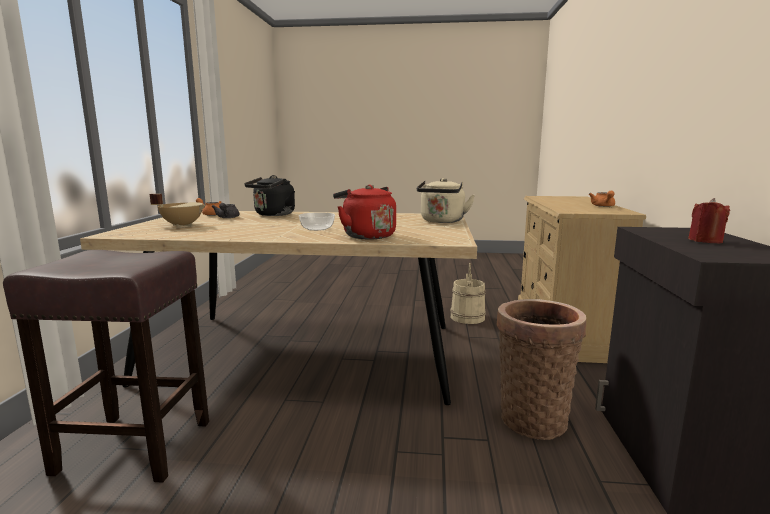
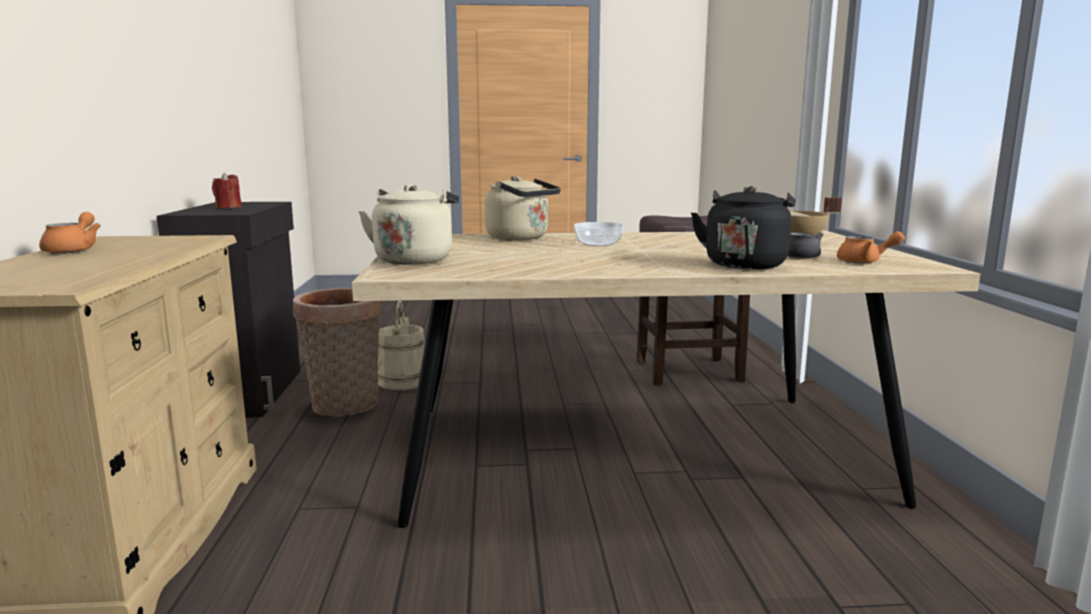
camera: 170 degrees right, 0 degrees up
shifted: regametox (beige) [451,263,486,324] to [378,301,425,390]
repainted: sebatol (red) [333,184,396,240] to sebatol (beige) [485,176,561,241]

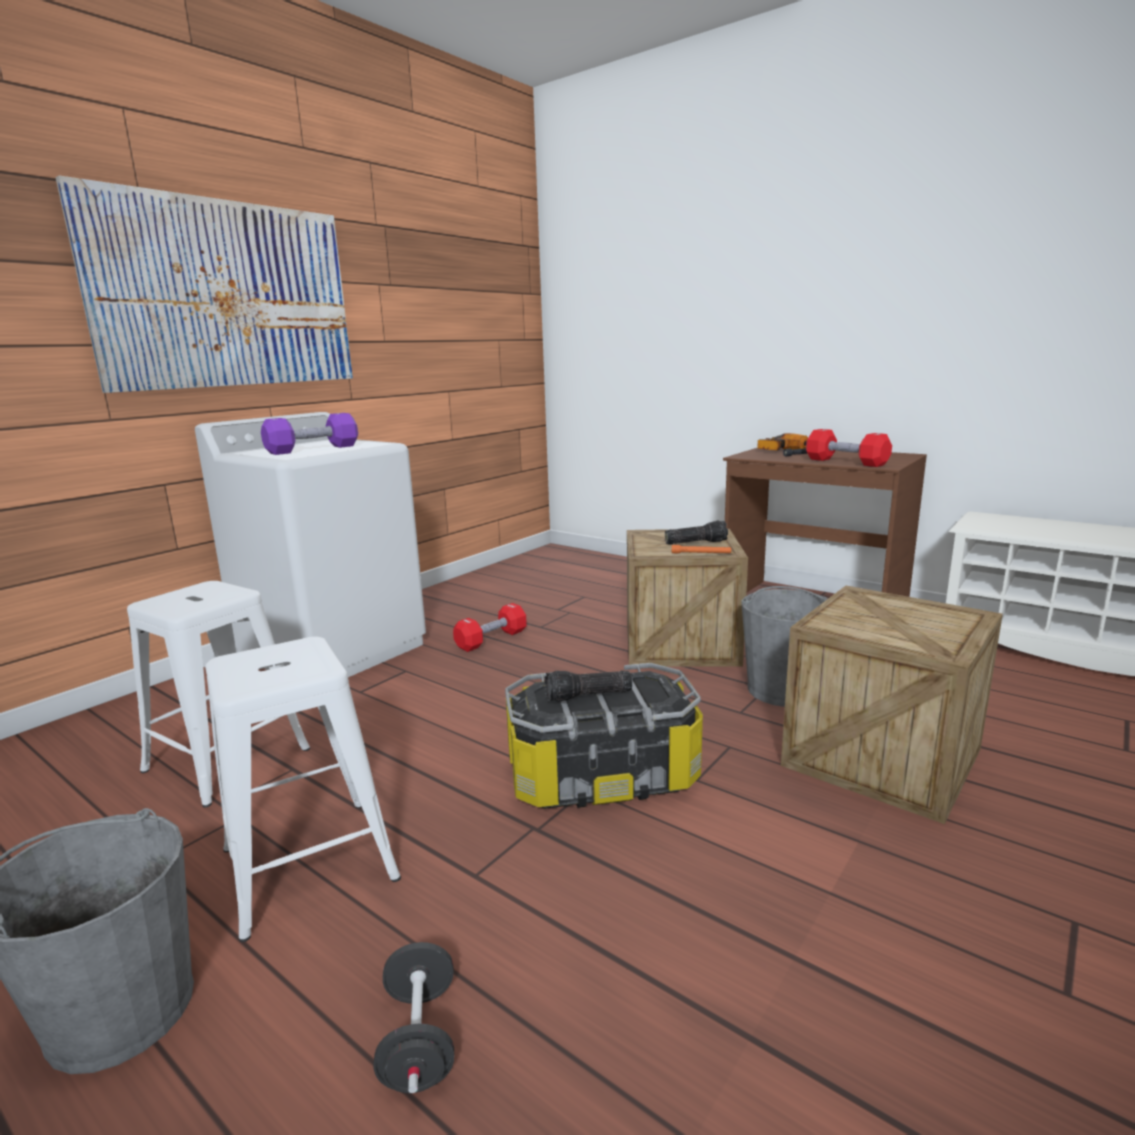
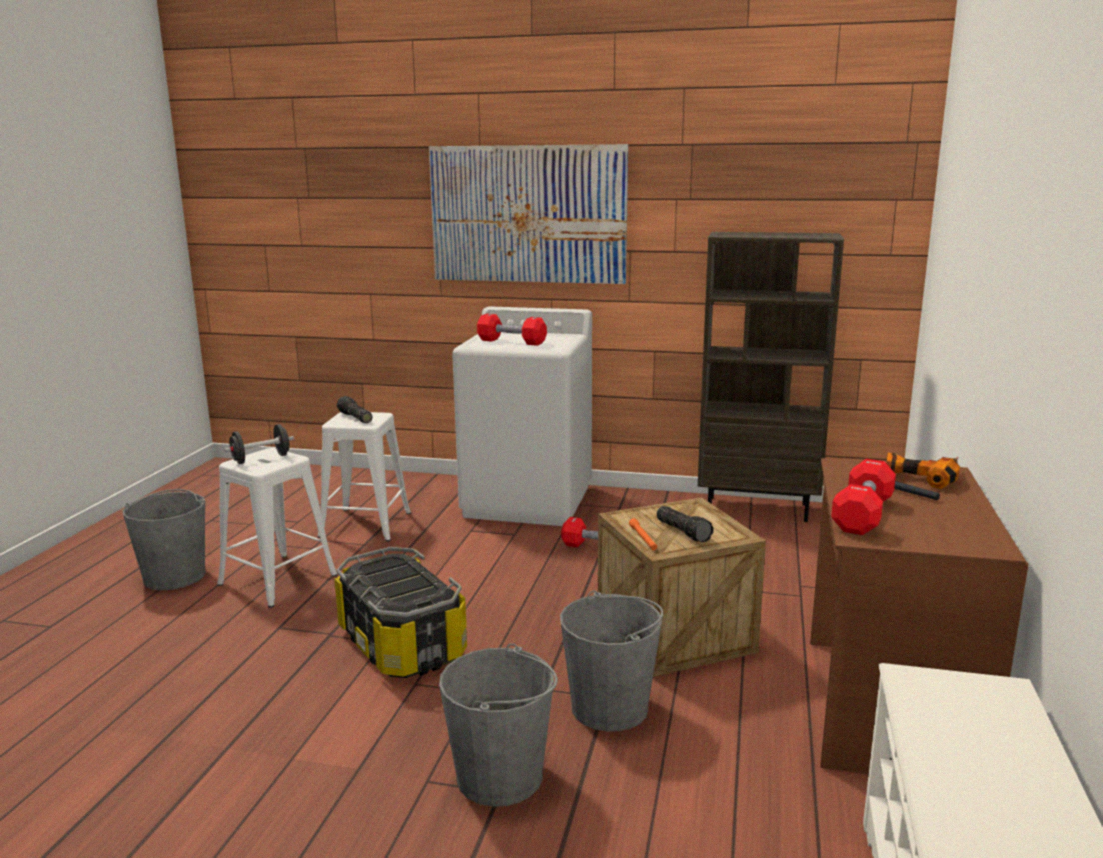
camera: 65 degrees right, 0 degrees up
new: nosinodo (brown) [698,232,844,522]
shifted: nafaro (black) [374,942,454,1093] to [224,424,294,464]; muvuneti [544,670,633,702] to [337,396,372,423]
swapped: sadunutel [781,586,1003,824] to regametox (grey) [439,643,558,807]
repainted: nafaro (purple) [261,413,358,455] to nafaro (red) [477,314,547,346]

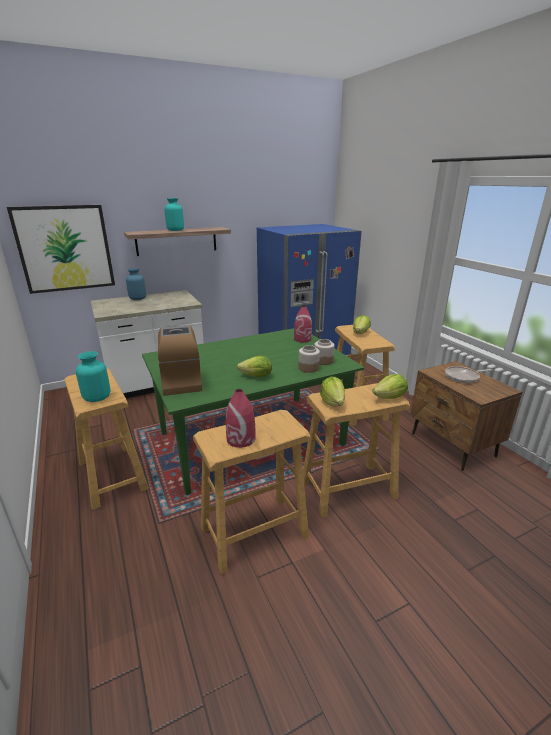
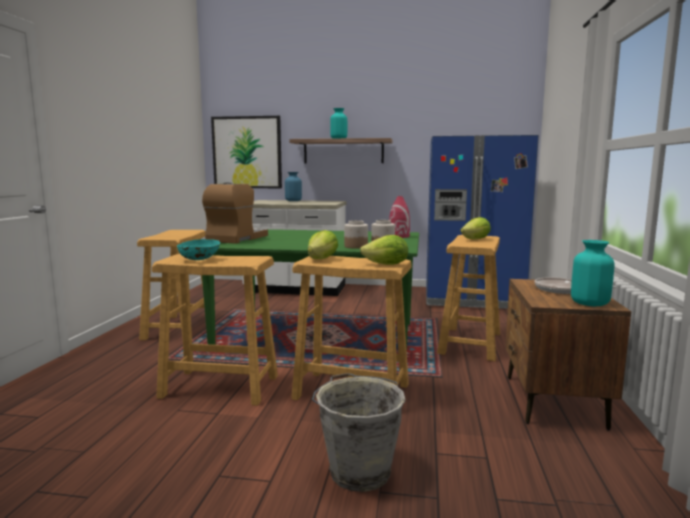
camera: 35 degrees right, 15 degrees down
gone: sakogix [237,356,272,377]
new: regametox (grey) [312,373,406,492]
shifted: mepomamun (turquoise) [76,351,111,402] to [571,240,615,306]
swapped: mepomamun (red) [226,389,256,448] to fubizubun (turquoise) [177,239,220,260]

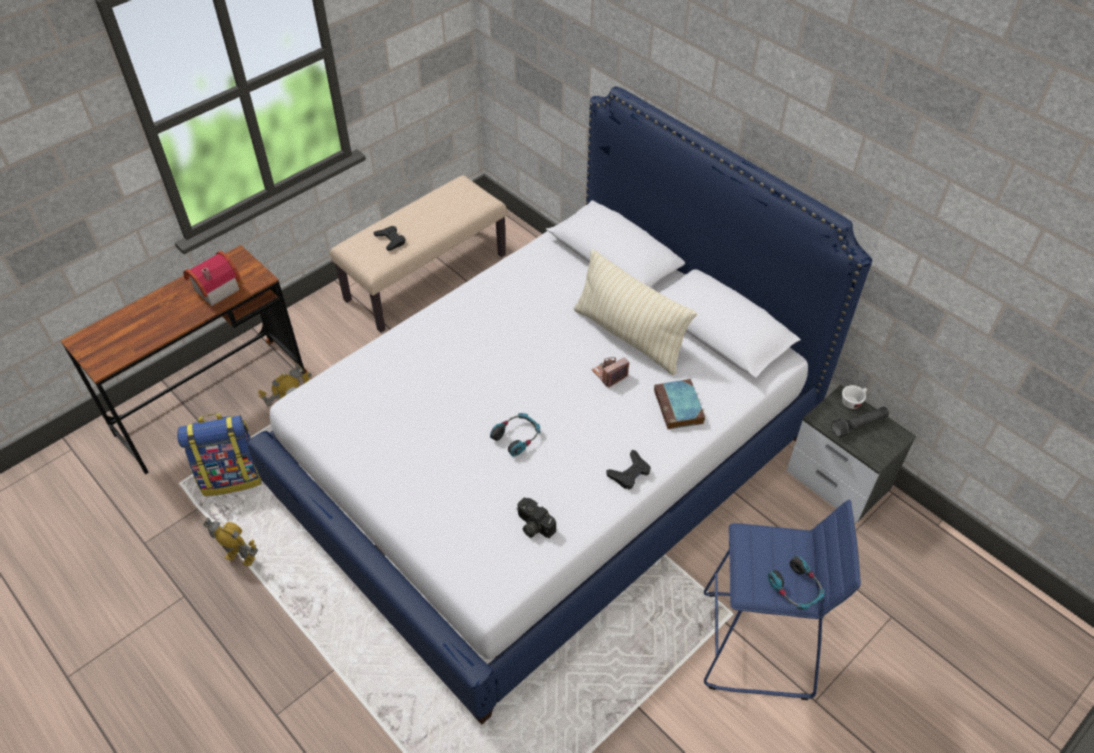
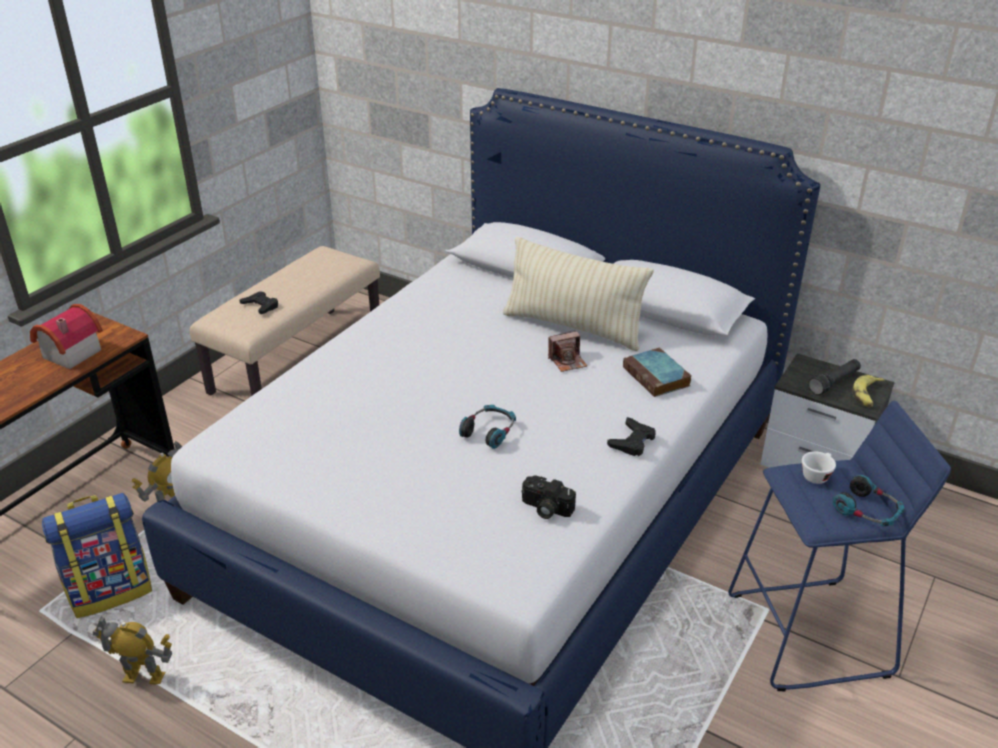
camera: 15 degrees left, 15 degrees down
new: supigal [852,375,884,407]
shifted: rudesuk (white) [842,385,867,409] to [802,451,836,484]
rotated: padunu [591,357,629,388] = [548,330,587,372] 150 degrees counterclockwise

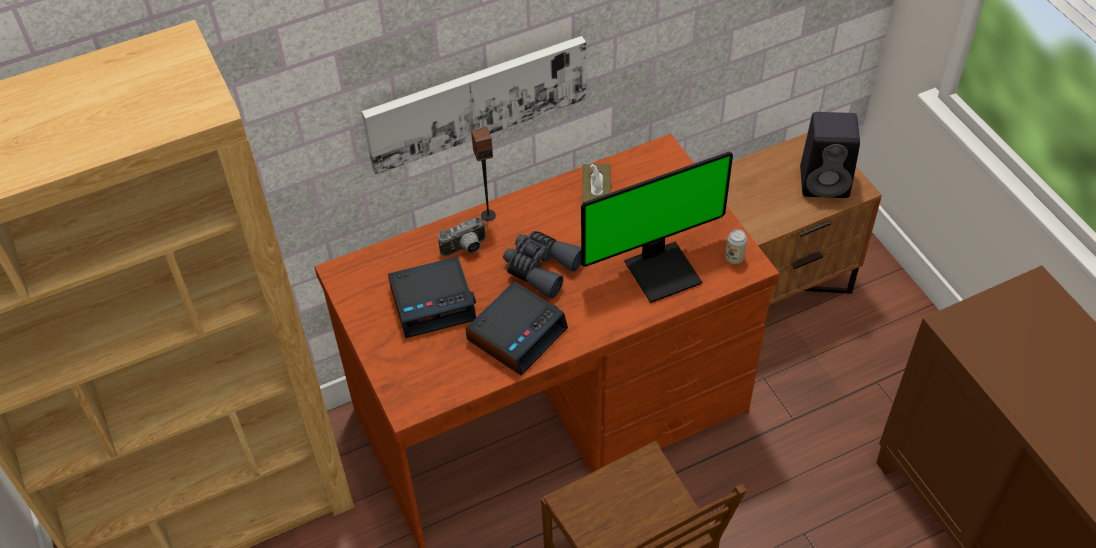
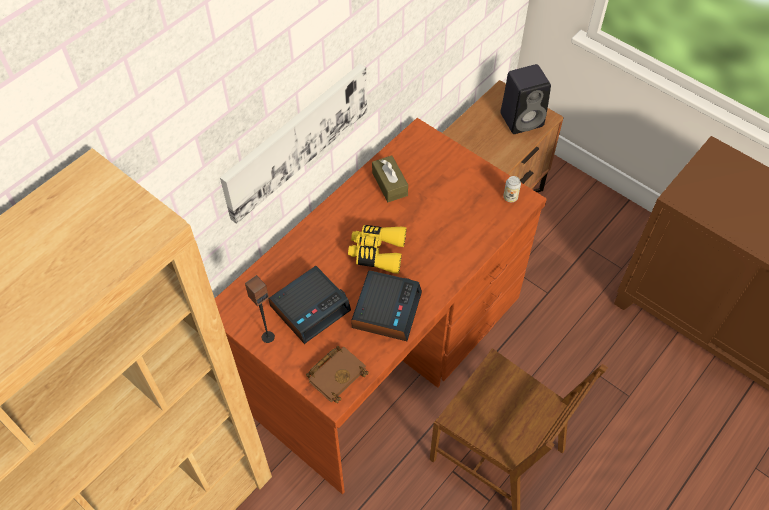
camera: 25 degrees left, 5 degrees up
gone: padunu [438,218,486,257]; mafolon [581,152,733,303]
new: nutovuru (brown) [306,346,369,403]
shifted: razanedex [471,127,496,221] to [245,275,275,343]
repainted: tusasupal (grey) [503,231,581,299] to tusasupal (yellow) [348,225,406,274]

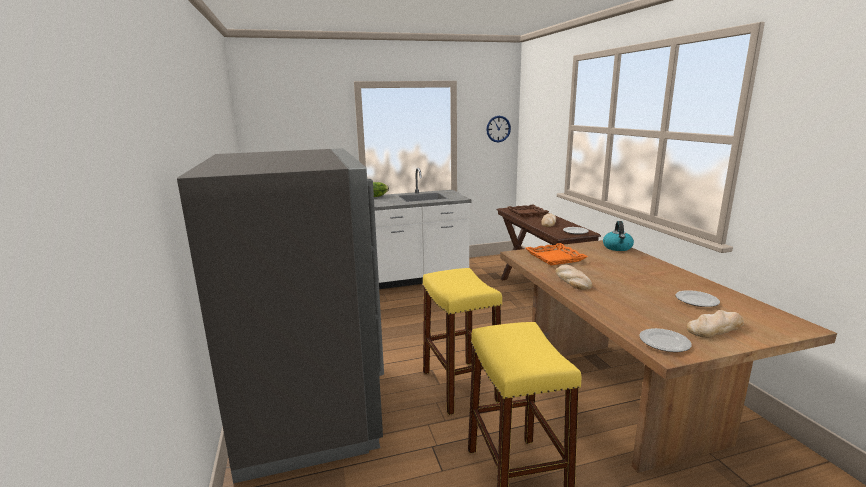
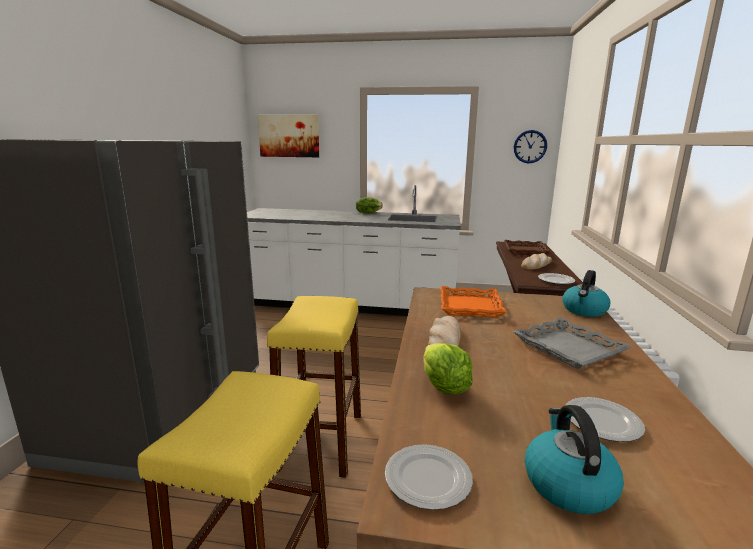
camera: 25 degrees right, 0 degrees up
new: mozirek [258,115,319,157]; sakogix [423,343,473,394]; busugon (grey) [513,317,632,369]
swapped: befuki [687,310,744,338] to sebatol [525,405,624,514]

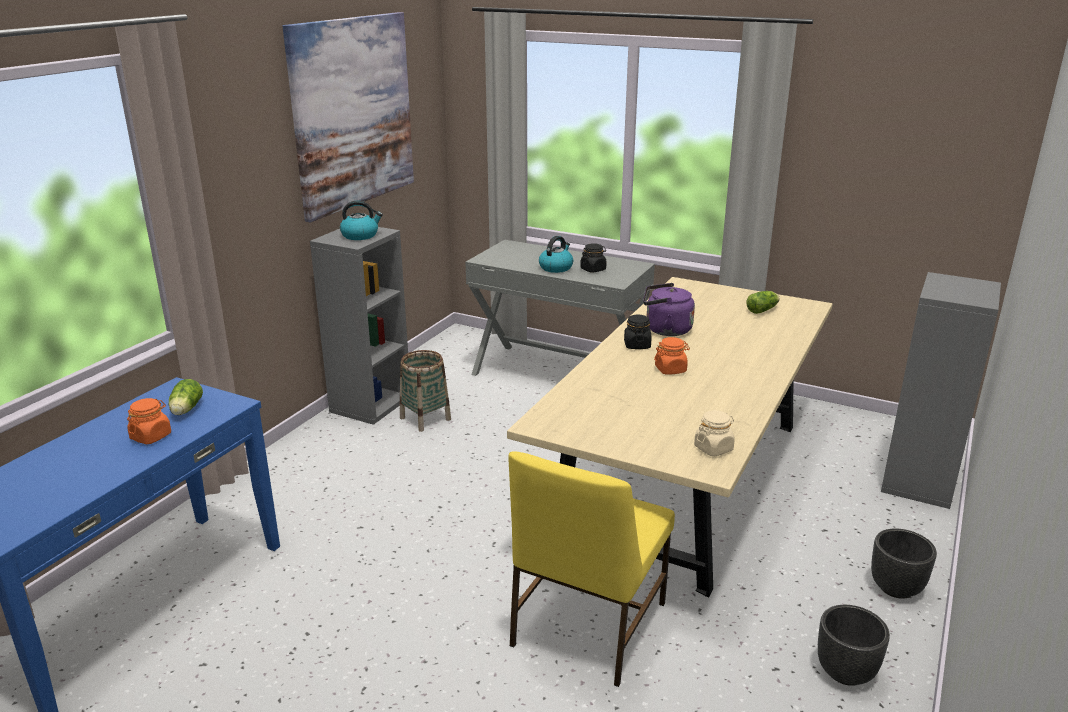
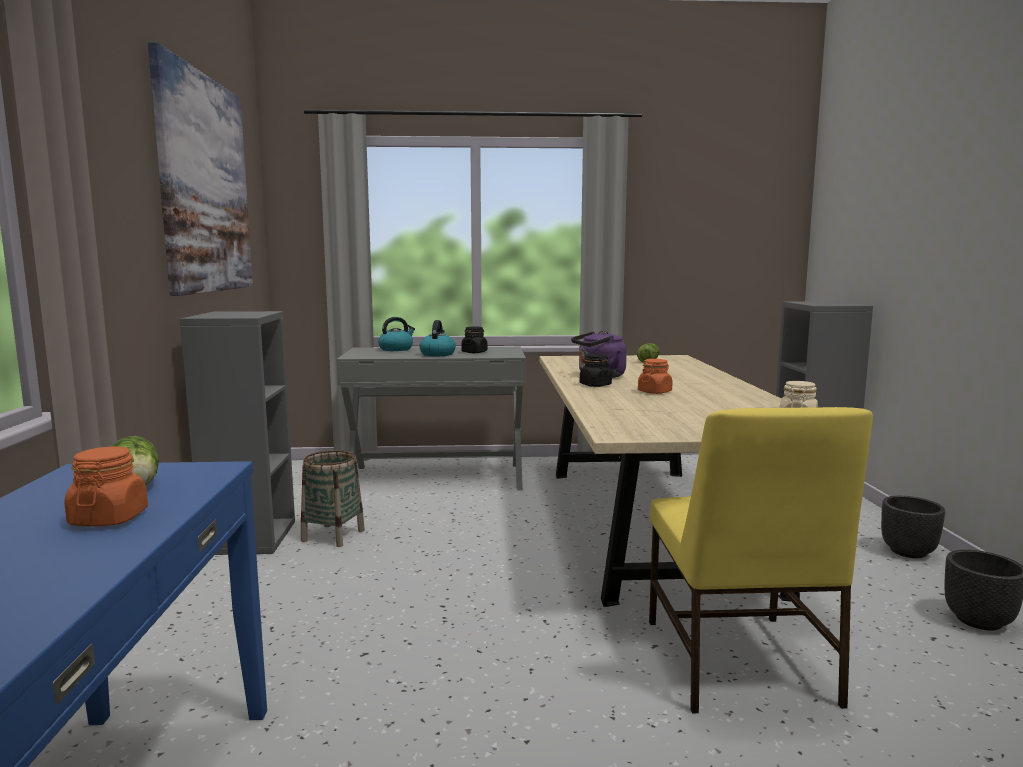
camera: 30 degrees left, 15 degrees down
shifted: sebatol [340,201,383,240] to [378,317,415,351]

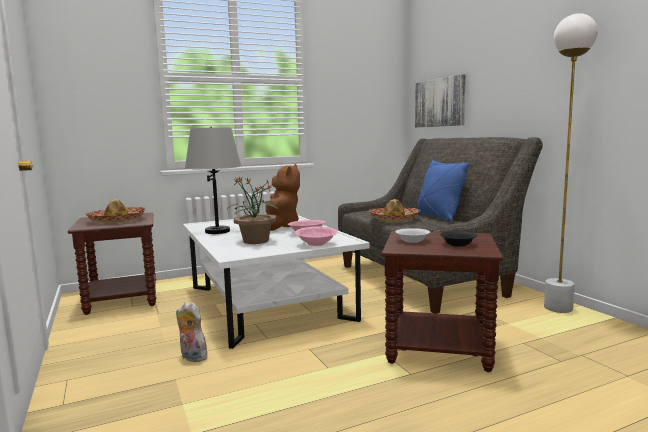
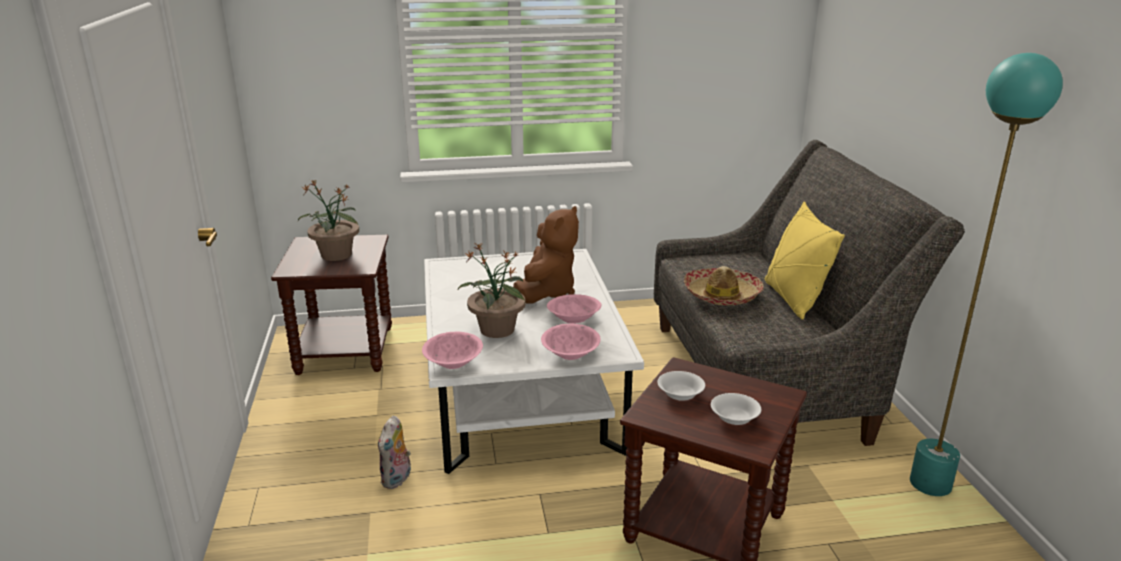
camera: 15 degrees right, 15 degrees up
gone: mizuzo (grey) [185,127,241,234]; mozirek [415,74,466,127]
new: fubizubun (pink) [422,332,483,369]
swapped: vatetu [85,199,146,223] to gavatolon [298,179,359,261]
repainted: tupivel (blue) [416,159,470,222] to tupivel (yellow) [765,202,845,320]; fubizubun (black) [440,231,477,247] to fubizubun (white) [711,393,761,425]; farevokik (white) [544,13,598,313] to farevokik (turquoise) [910,53,1063,496]
rotated: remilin [176,301,207,362] = [378,416,411,489] 120 degrees counterclockwise

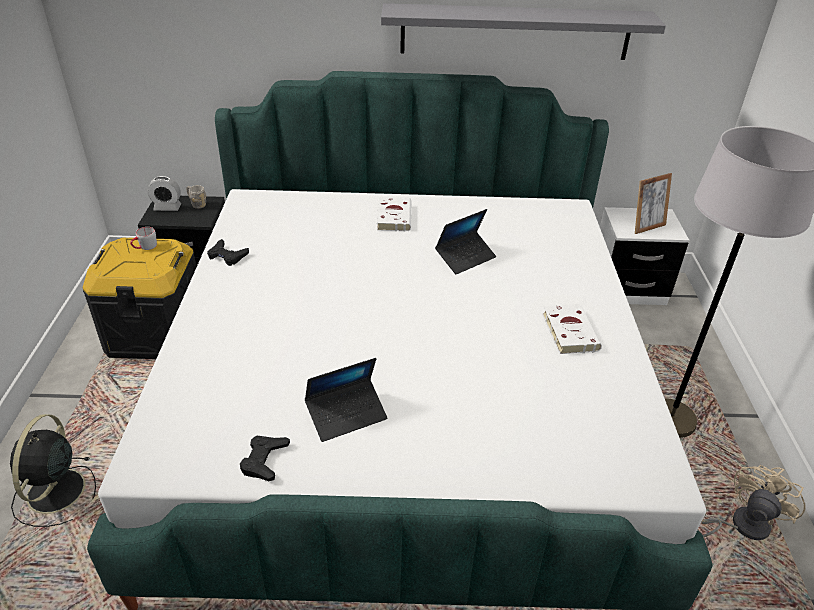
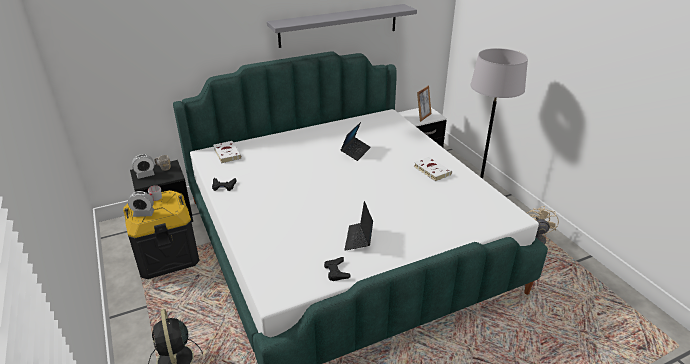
camera: 25 degrees left, 5 degrees down
new: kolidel [128,191,154,217]
shifted: nutovuru (white) [377,197,412,232] to [213,141,242,163]
rotated: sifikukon [305,358,387,442] = [344,201,373,251] 150 degrees clockwise

